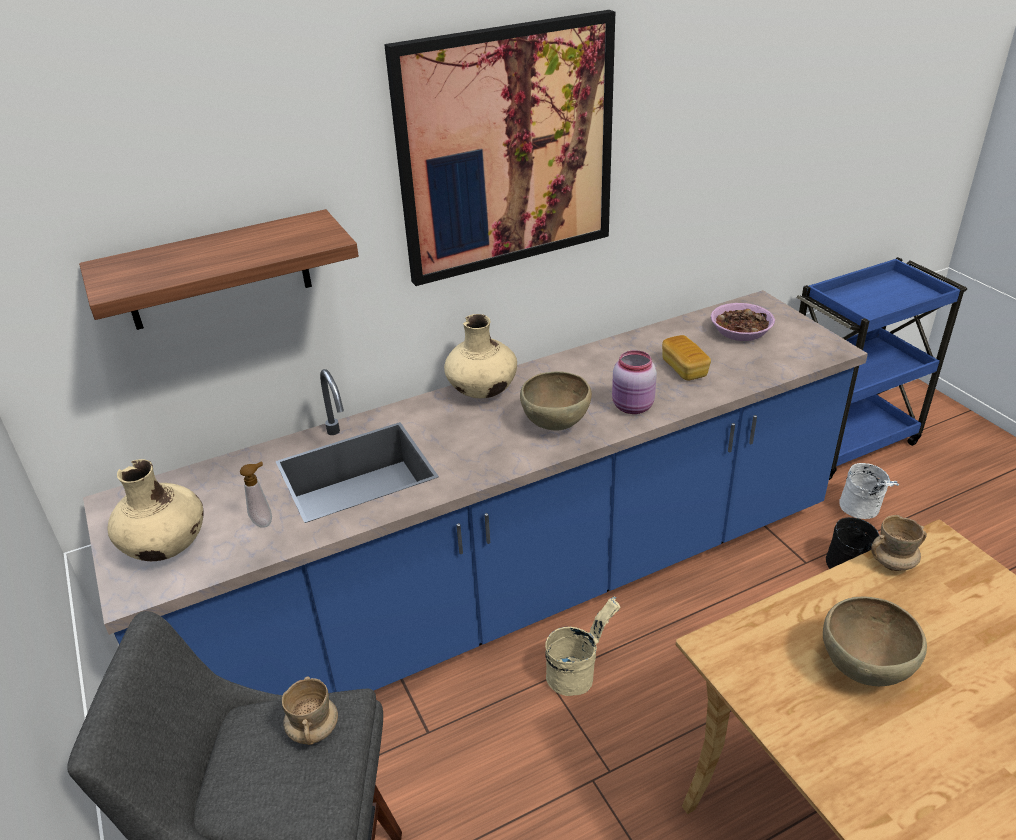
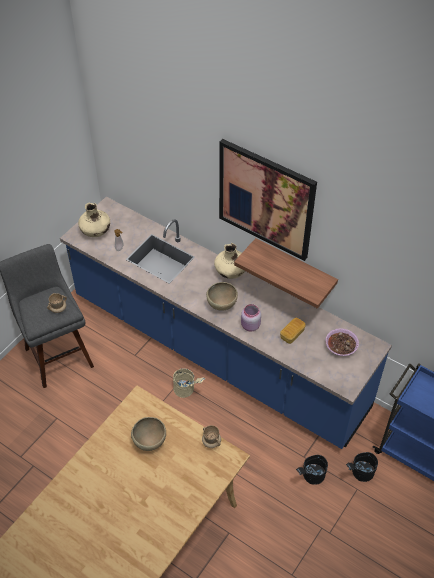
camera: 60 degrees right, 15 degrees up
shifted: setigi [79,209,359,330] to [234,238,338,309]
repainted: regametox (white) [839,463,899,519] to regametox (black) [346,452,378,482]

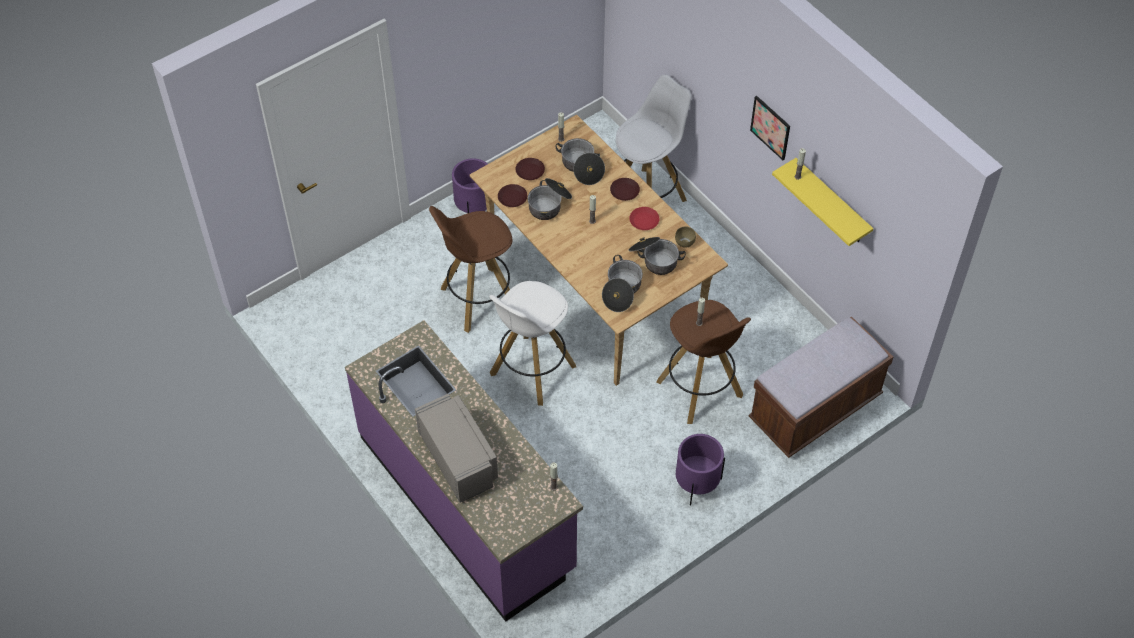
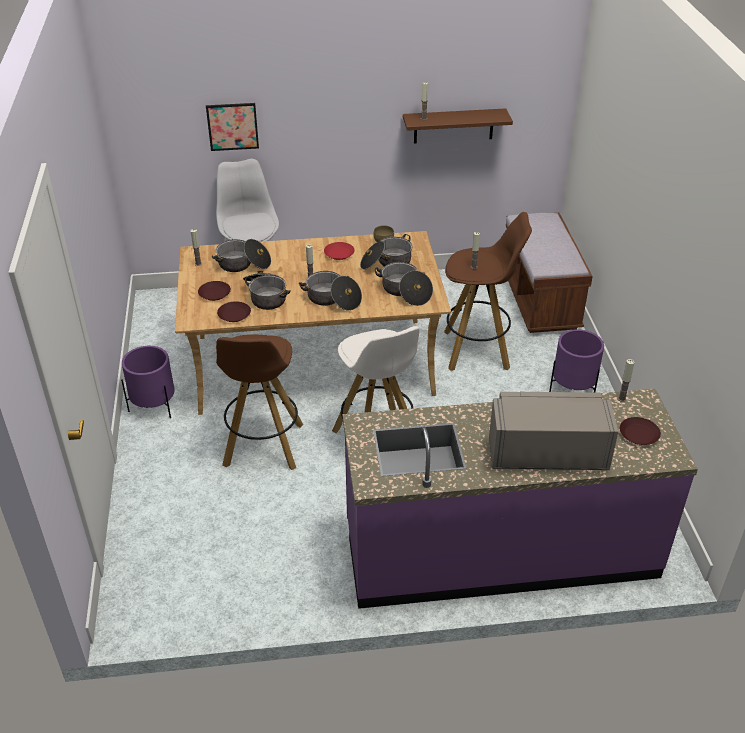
camera: 60 degrees left, 15 degrees down
new: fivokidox [299,271,362,311]
shifted: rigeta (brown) [610,178,640,201] to [620,417,661,445]; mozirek [750,96,790,160] to [206,103,259,151]
repainted: setigi (yellow) [772,158,873,246] to setigi (brown) [403,108,513,144]

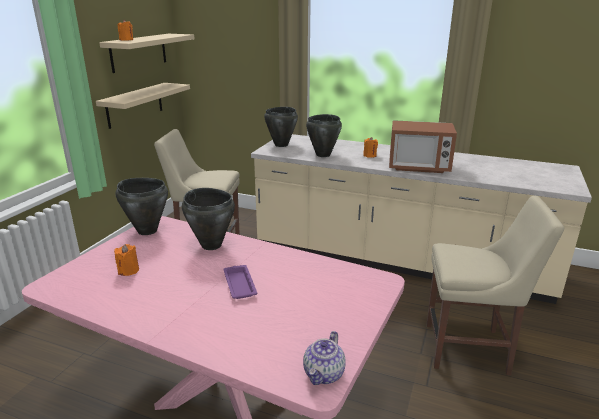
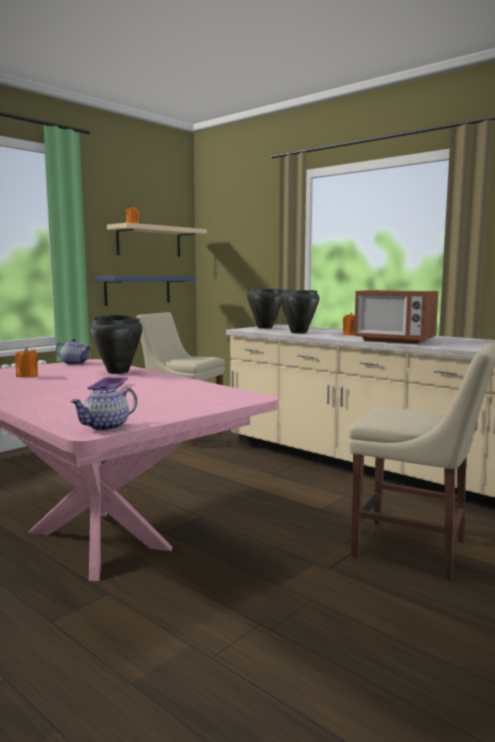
camera: 20 degrees right, 15 degrees down
swapped: fivokidox (black) [116,178,168,235] to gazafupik [56,338,92,365]
repainted: setigi (beige) [96,83,190,129] to setigi (blue) [94,276,196,306]

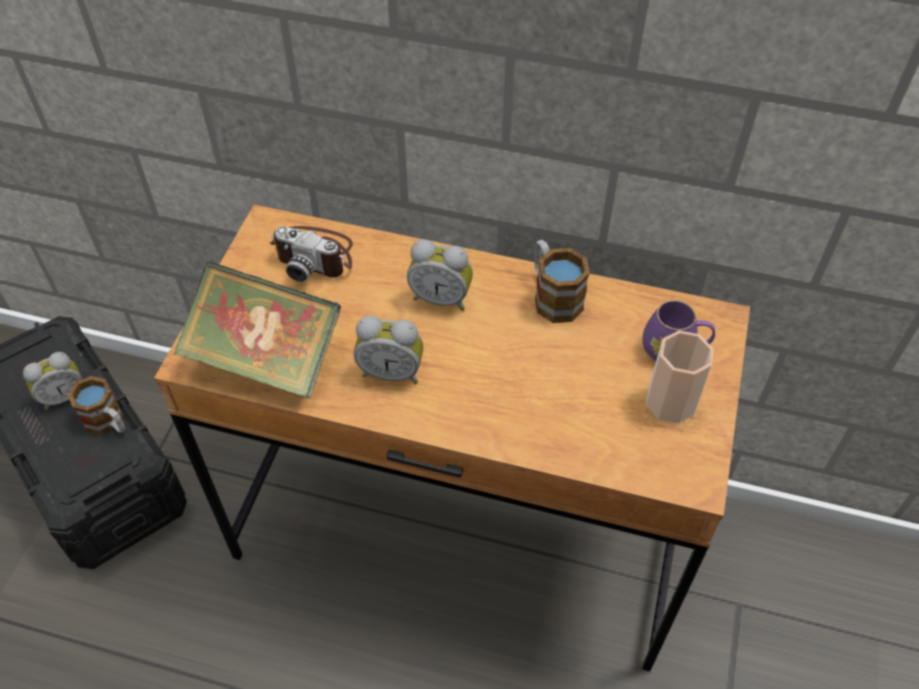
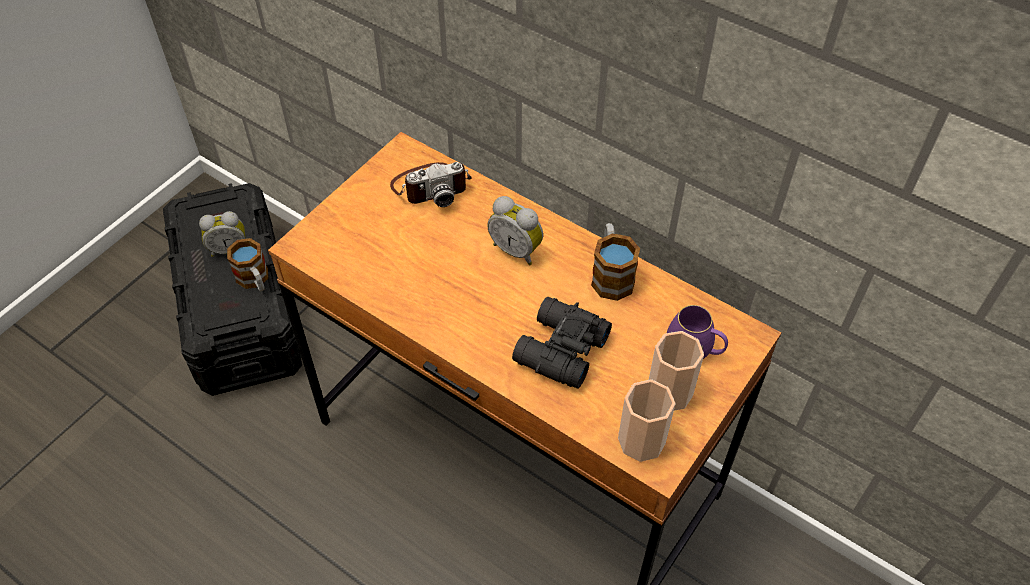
camera: 20 degrees right, 0 degrees up
gone: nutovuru [174,261,341,398]; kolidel [354,315,423,384]
new: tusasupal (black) [512,297,612,389]; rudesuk [618,379,675,462]
rotated: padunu [270,226,353,282] = [390,162,472,207] 60 degrees counterclockwise

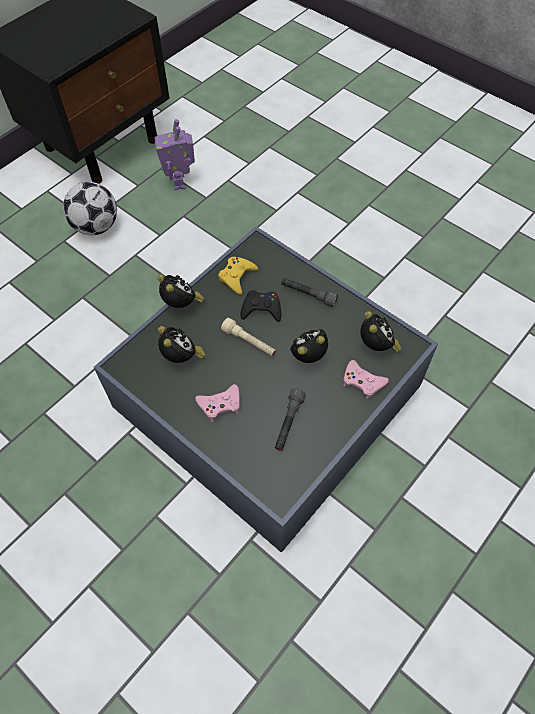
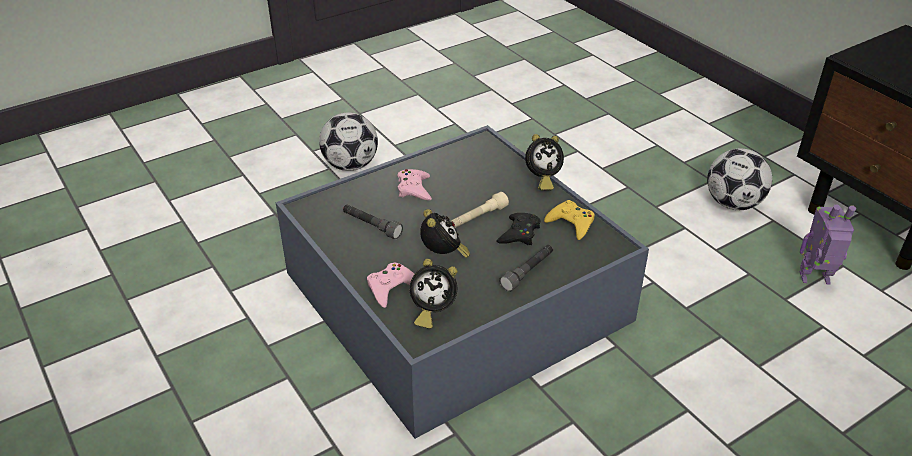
camera: 105 degrees right, 20 degrees down
gone: kolidel [158,326,206,363]
new: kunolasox [319,112,378,171]

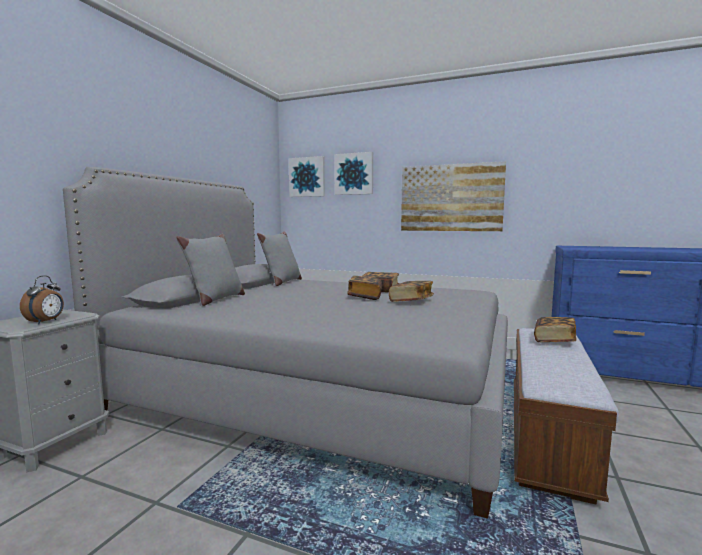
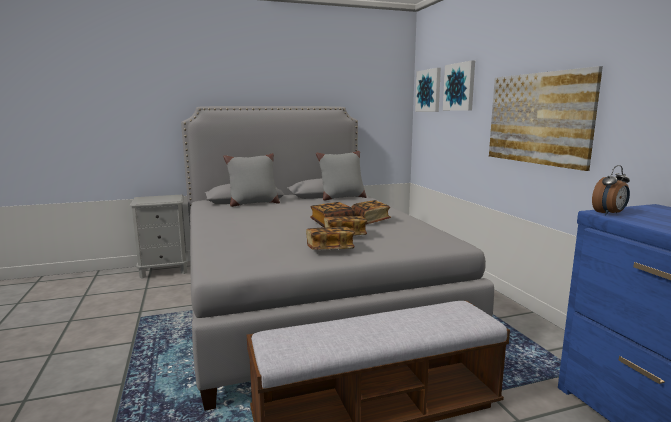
camera: 50 degrees right, 5 degrees up
shifted: kolidel [20,276,64,324] to [592,165,630,216]; nutovuru [534,317,577,342] to [306,227,355,249]

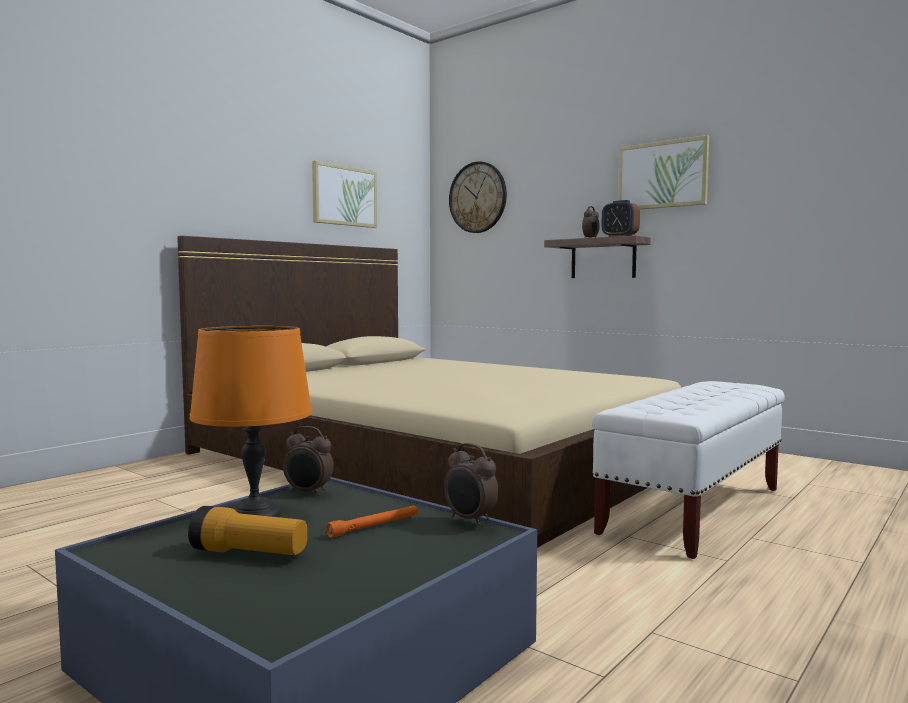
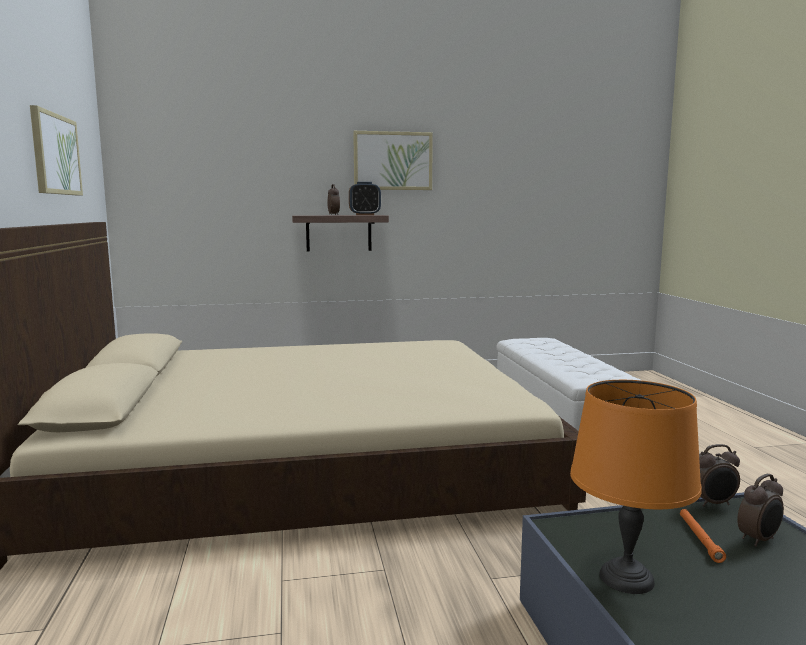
camera: 50 degrees left, 5 degrees up
gone: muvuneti [188,506,308,555]; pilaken [449,161,507,233]
shifted: kolidel [283,426,334,496] to [737,474,784,547]

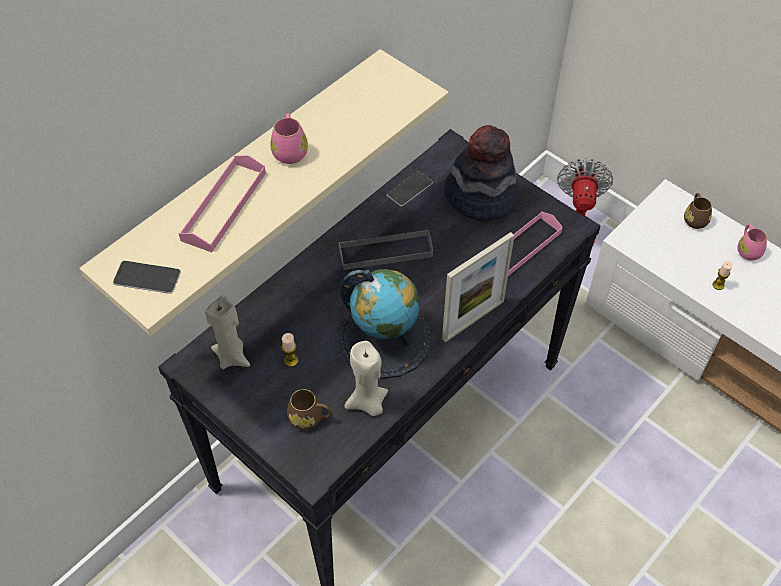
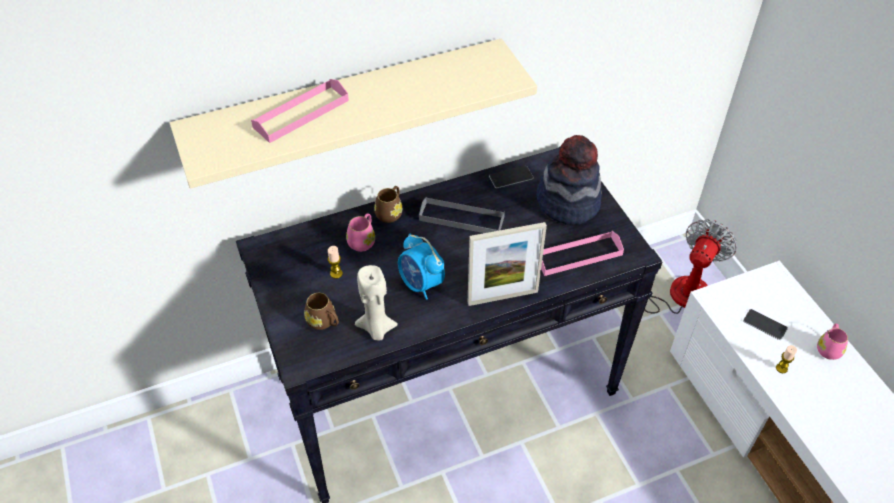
camera: 25 degrees right, 5 degrees down
gone: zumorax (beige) [205,295,250,369]
shifted: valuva [113,261,181,294] to [743,309,788,340]; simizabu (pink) [270,113,308,164] to [346,213,375,252]; simizabu (brown) [684,193,712,229] to [374,186,402,223]
swapped: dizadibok [339,269,432,379] to kolidel [398,233,445,300]

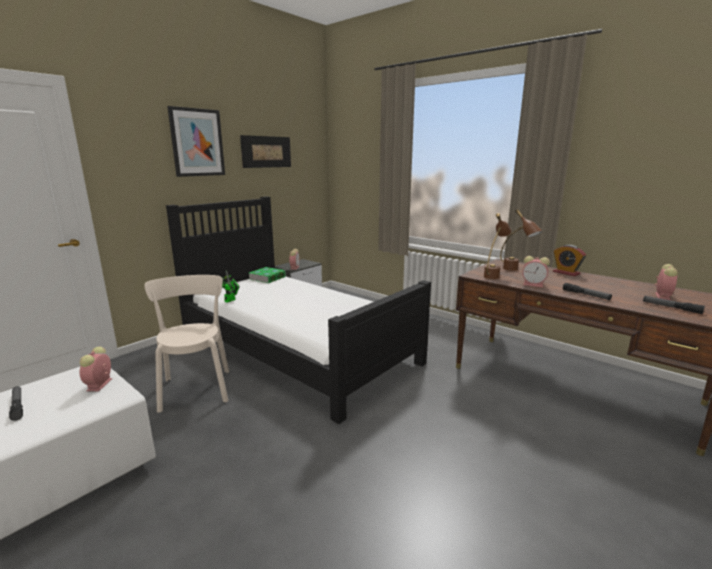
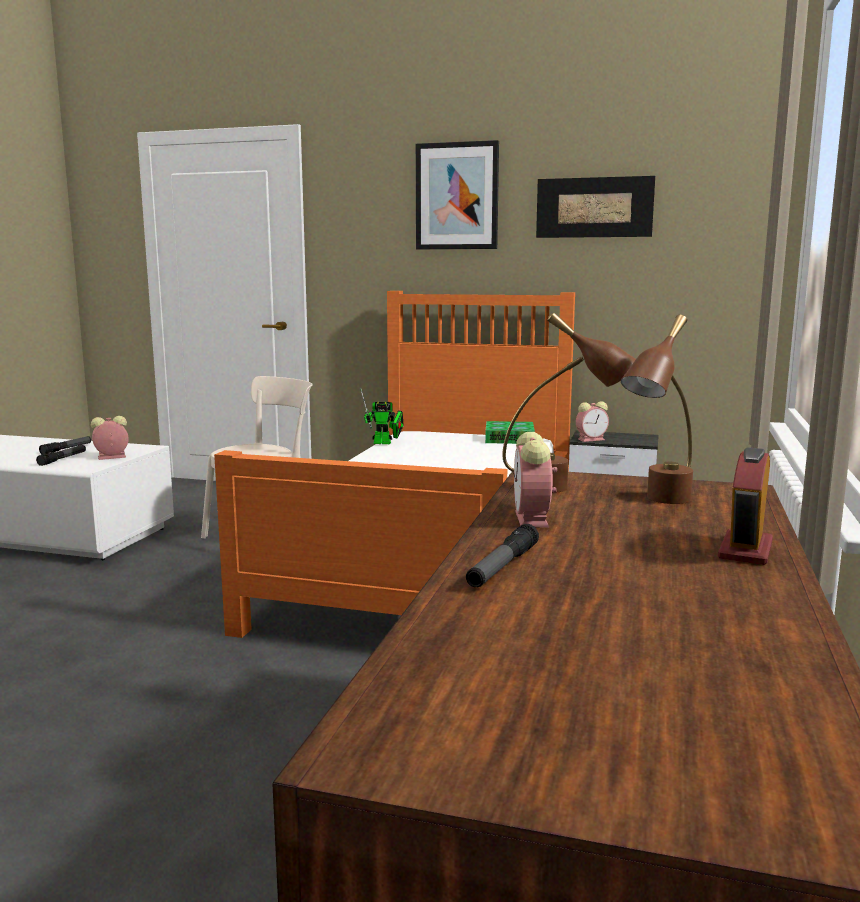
camera: 65 degrees right, 5 degrees down
gone: kolidel [655,264,678,300]
shifted: muvuneti [643,296,705,314] to [36,445,86,466]
repainted: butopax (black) [166,196,431,424] to butopax (orange) [214,291,575,638]

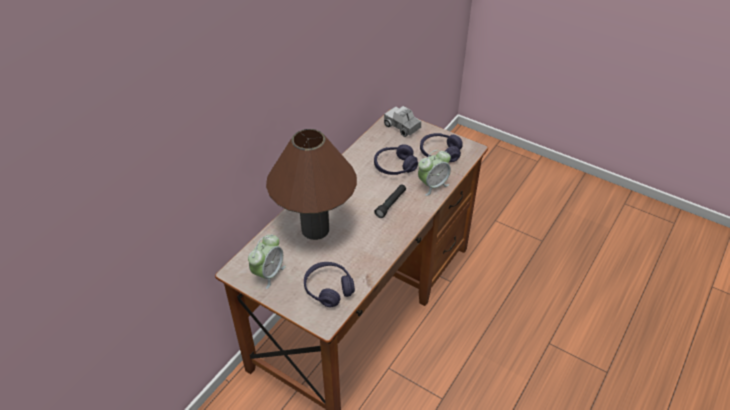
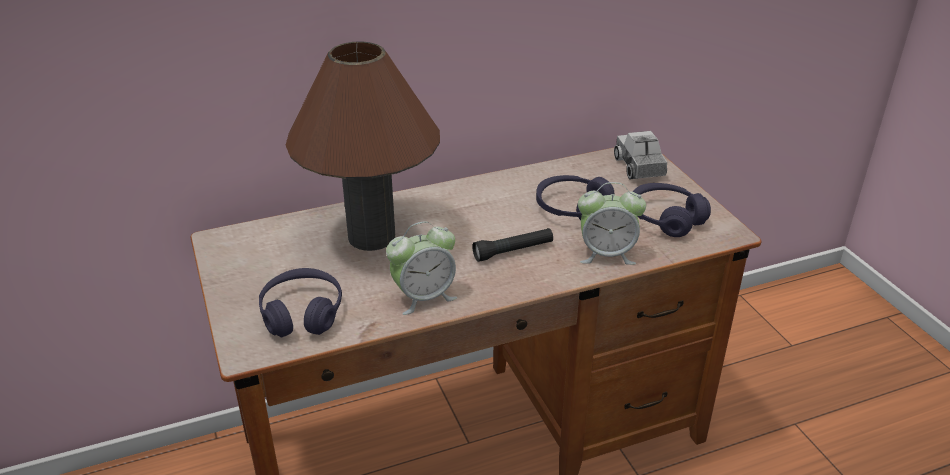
camera: 35 degrees right, 10 degrees down
shifted: kolidel [248,234,286,289] to [386,221,457,315]

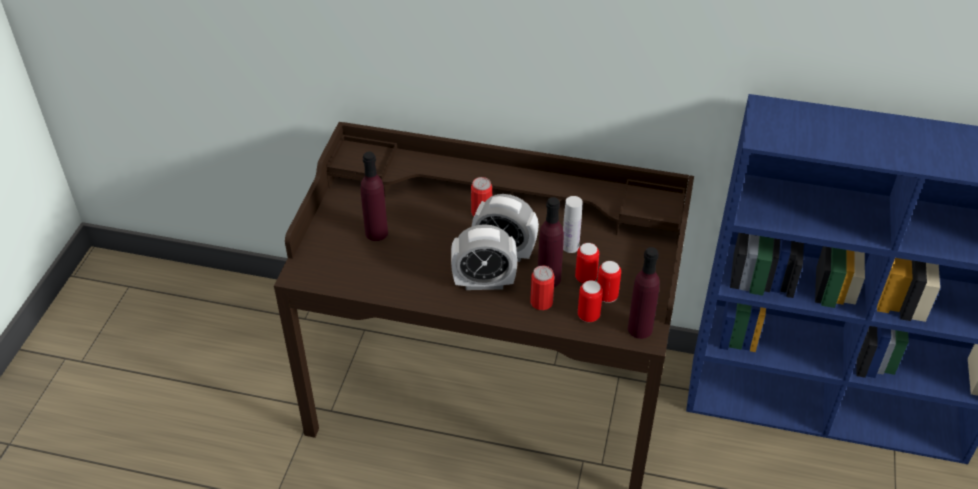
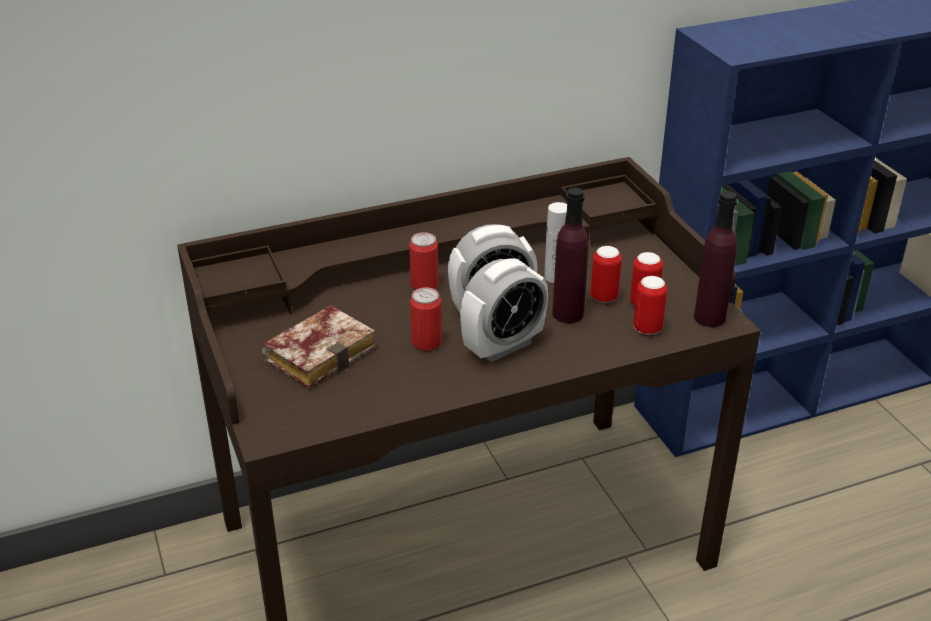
camera: 35 degrees left, 10 degrees down
shifted: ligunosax [530,266,555,310] to [410,287,442,351]
swapped: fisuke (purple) [360,152,388,241] to nutovuru [262,305,376,389]

